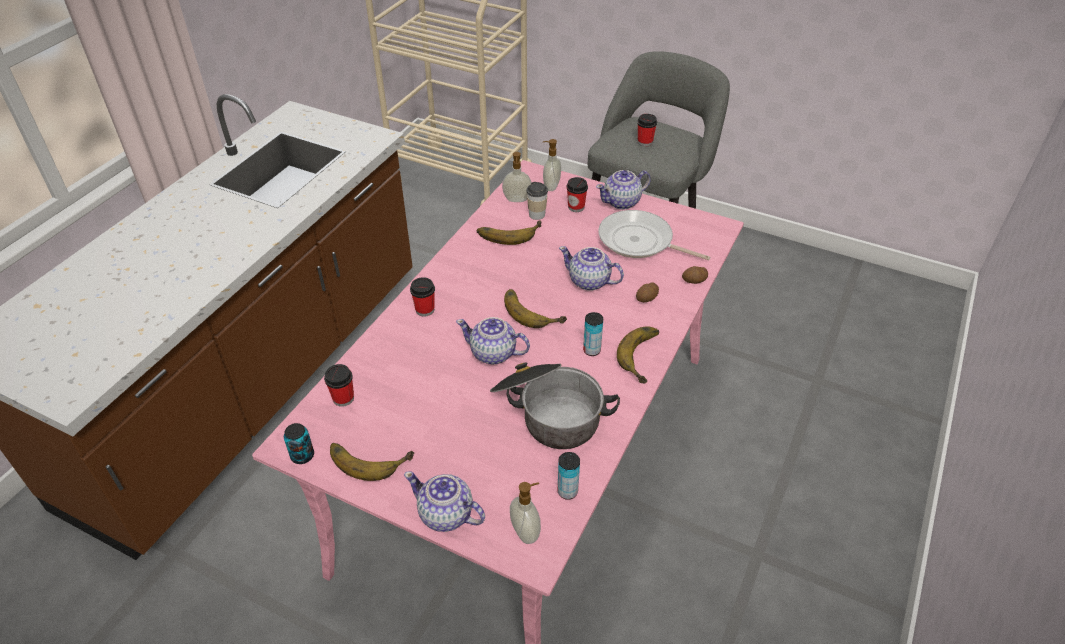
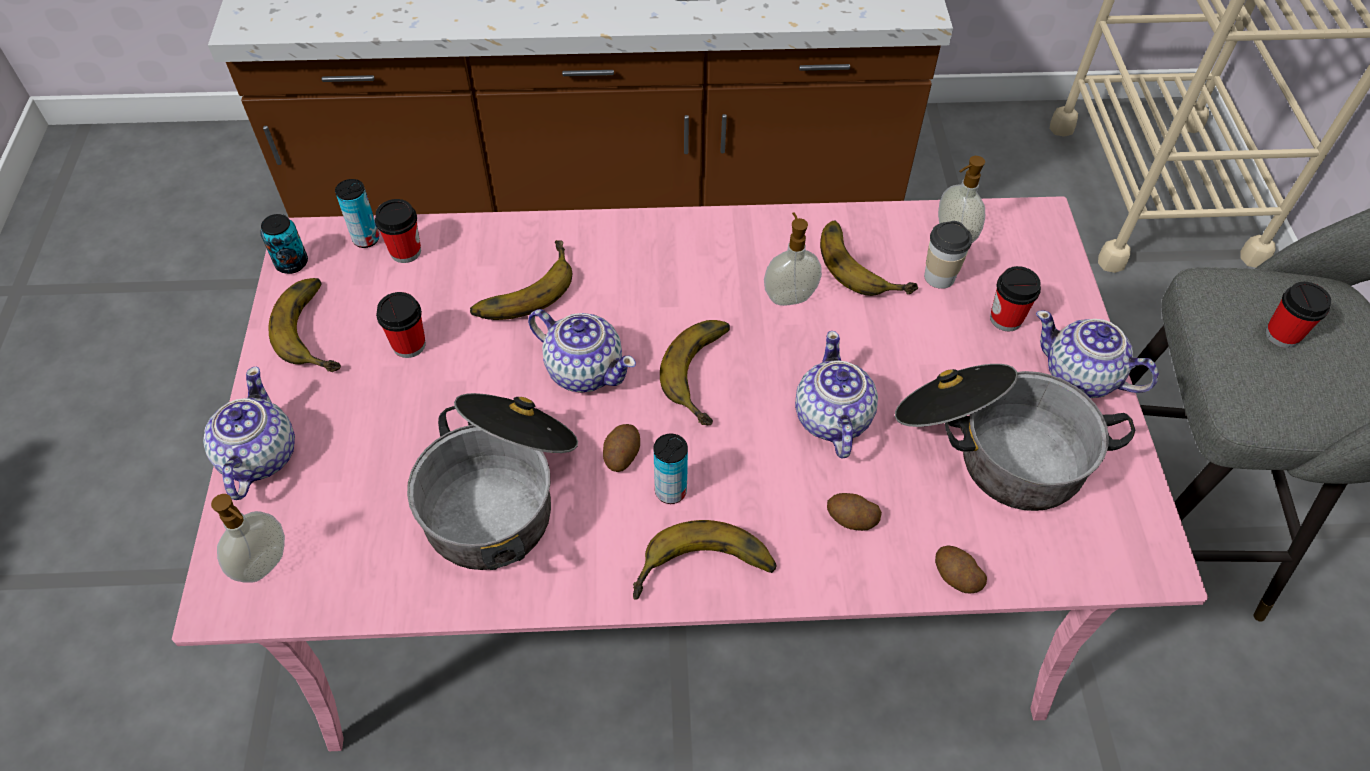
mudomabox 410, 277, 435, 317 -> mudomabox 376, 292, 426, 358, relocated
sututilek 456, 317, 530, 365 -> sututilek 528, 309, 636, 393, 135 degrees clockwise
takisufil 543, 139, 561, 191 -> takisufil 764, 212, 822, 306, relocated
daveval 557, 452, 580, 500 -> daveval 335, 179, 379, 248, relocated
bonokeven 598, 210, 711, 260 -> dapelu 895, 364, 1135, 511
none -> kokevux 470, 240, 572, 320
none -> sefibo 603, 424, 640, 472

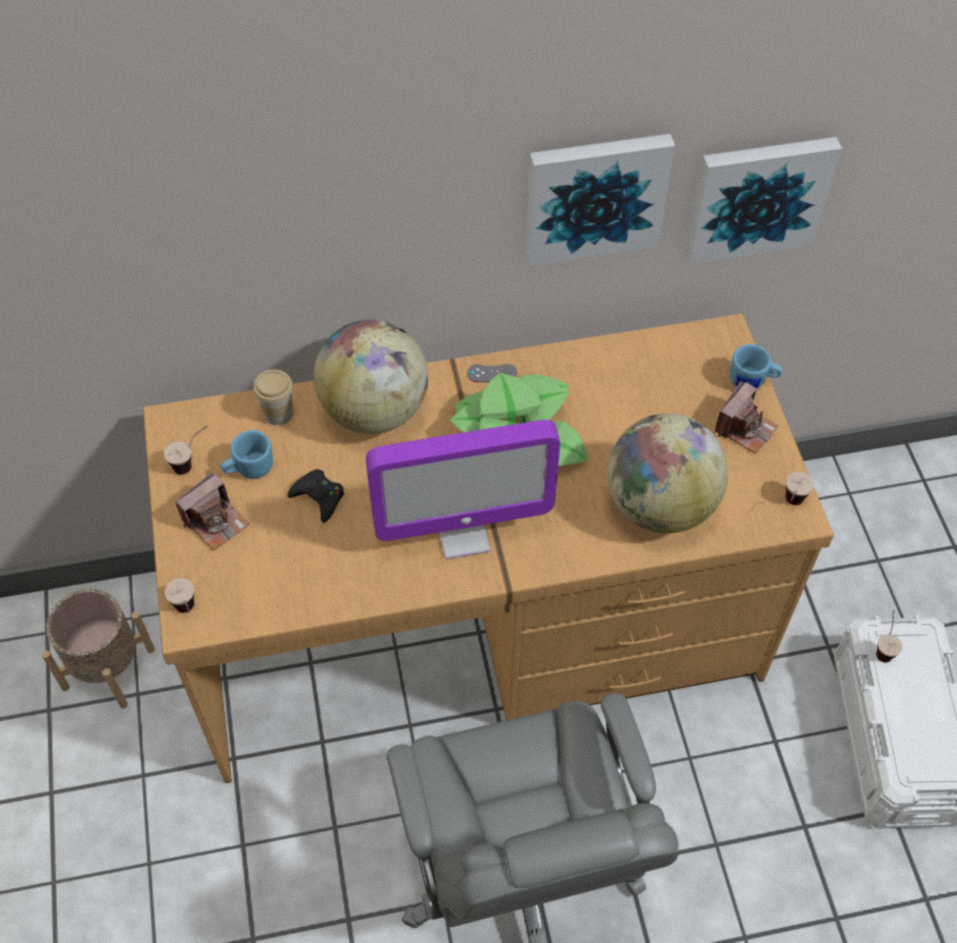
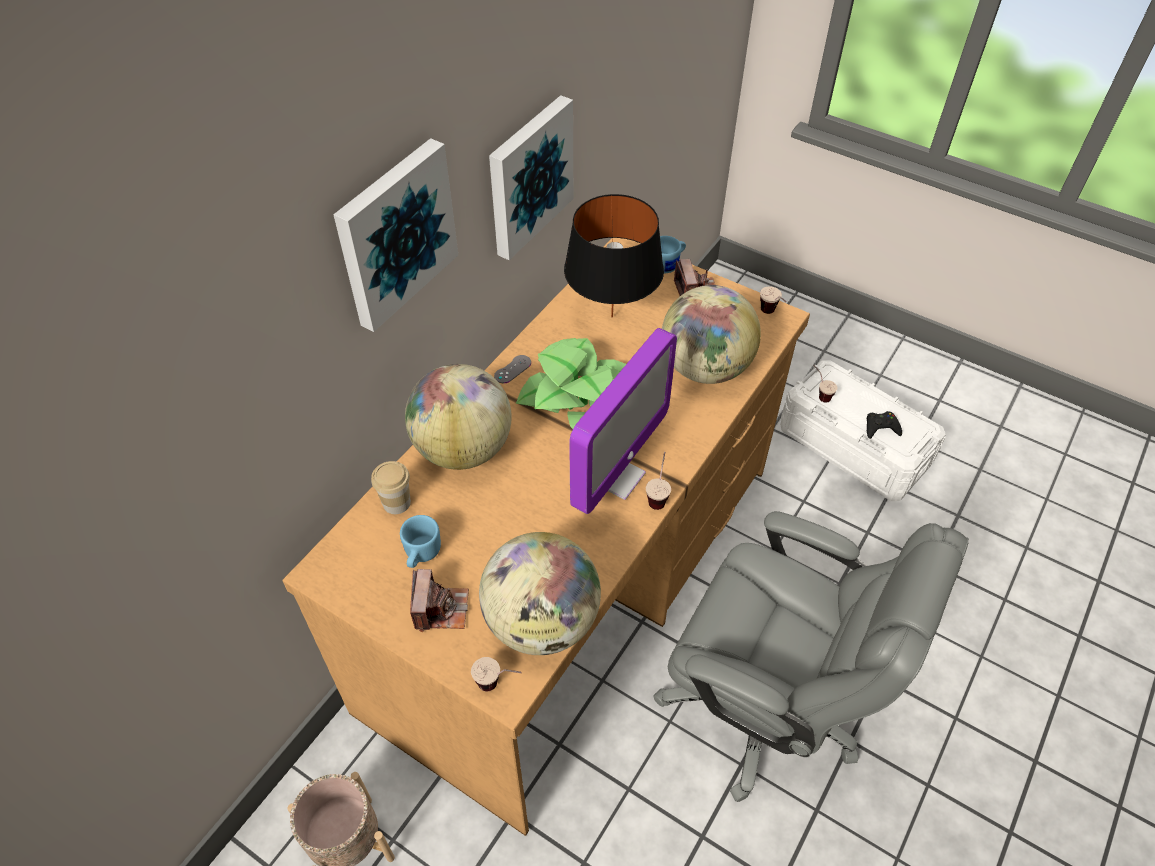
mudomabox 164, 426, 208, 475 -> mudomabox 646, 452, 671, 510, relocated
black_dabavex 288, 469, 344, 523 -> black_dabavex 867, 411, 902, 439, relocated
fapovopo 685, 137, 842, 264 -> fapovopo 333, 138, 458, 332, relocated
none -> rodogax 479, 532, 601, 655
none -> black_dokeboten 564, 194, 664, 318

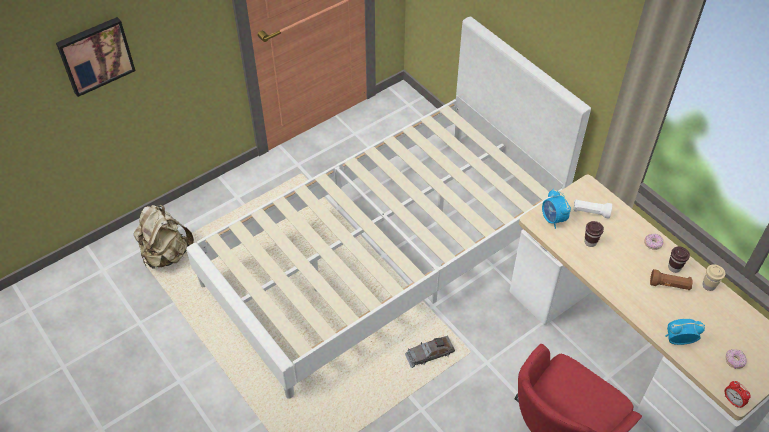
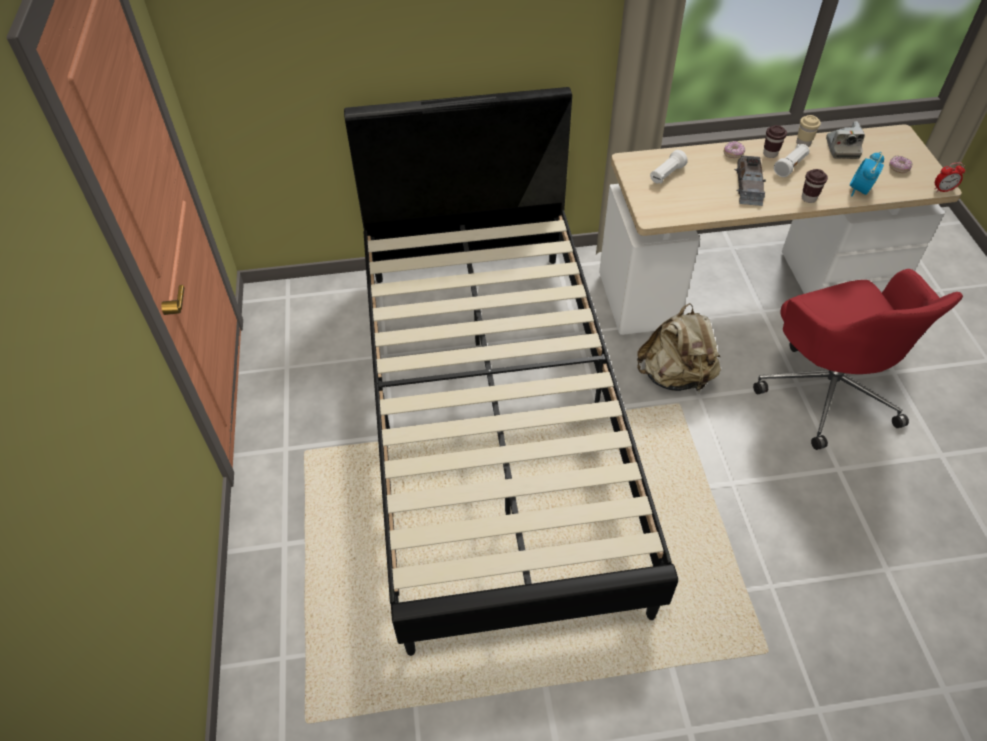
fapovopo 56, 17, 136, 97 -> none
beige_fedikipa 134, 205, 194, 269 -> beige_fedikipa 637, 303, 721, 393, relocated
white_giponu 186, 17, 591, 399 -> black_giponu 344, 87, 678, 656
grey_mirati 405, 335, 455, 368 -> grey_mirati 734, 156, 766, 206, relocated
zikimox 542, 189, 571, 229 -> none
brown_mudomabox 584, 221, 604, 247 -> brown_mudomabox 802, 169, 828, 203, relocated
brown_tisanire 650, 269, 693, 290 -> white_tisanire 774, 144, 809, 177
none -> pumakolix 826, 121, 865, 159

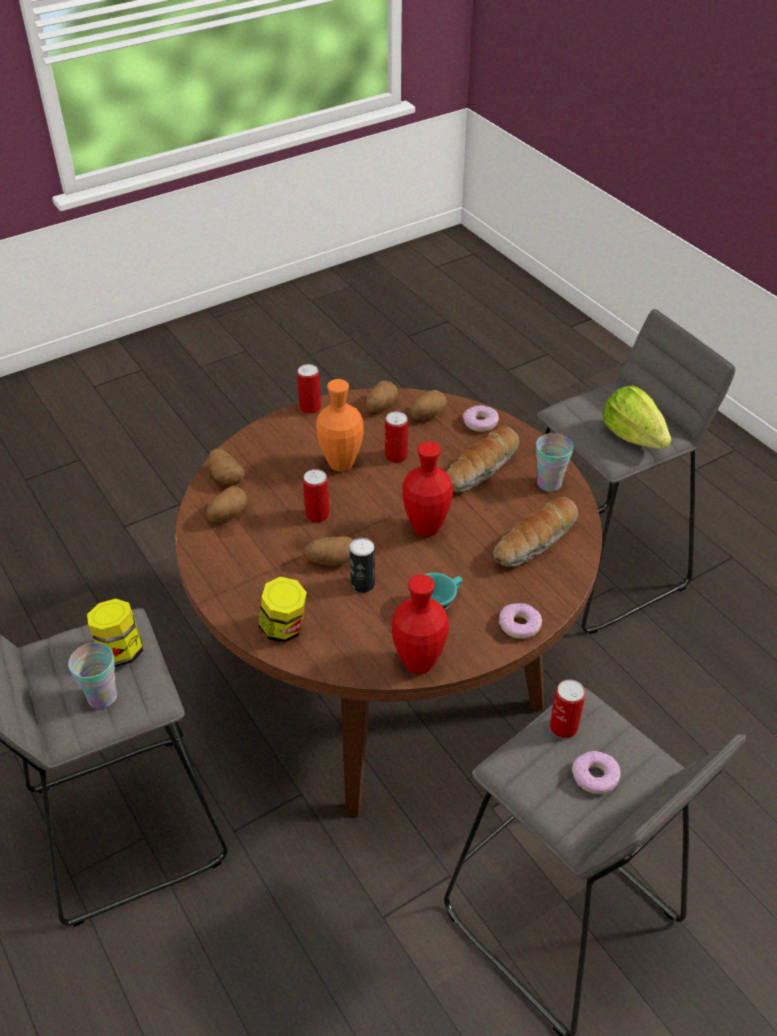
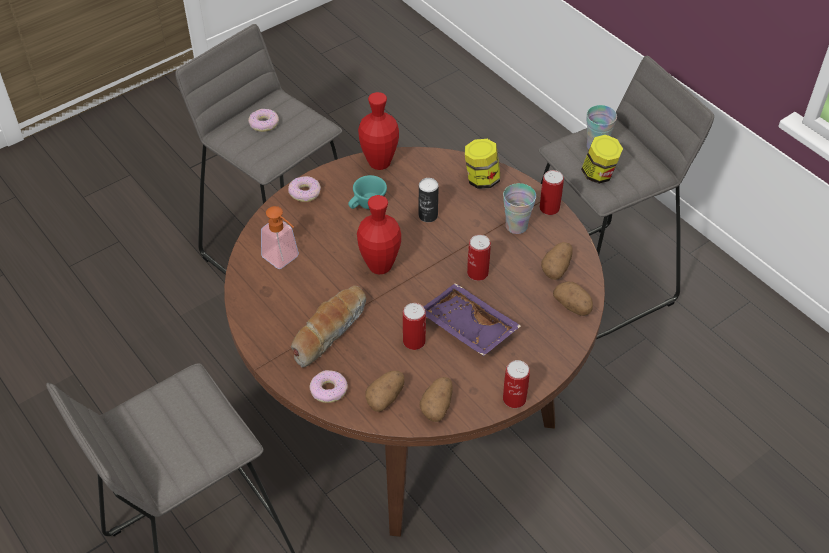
sefibo 305, 536, 353, 565 -> none
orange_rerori 316, 379, 363, 472 -> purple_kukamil 423, 283, 521, 356
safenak 493, 497, 578, 567 -> takisufil 261, 206, 299, 269
mudomabox 536, 433, 574, 492 -> mudomabox 503, 183, 536, 234, relocated
daveval 550, 680, 585, 738 -> daveval 539, 170, 564, 215, relocated
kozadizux 603, 385, 672, 449 -> none

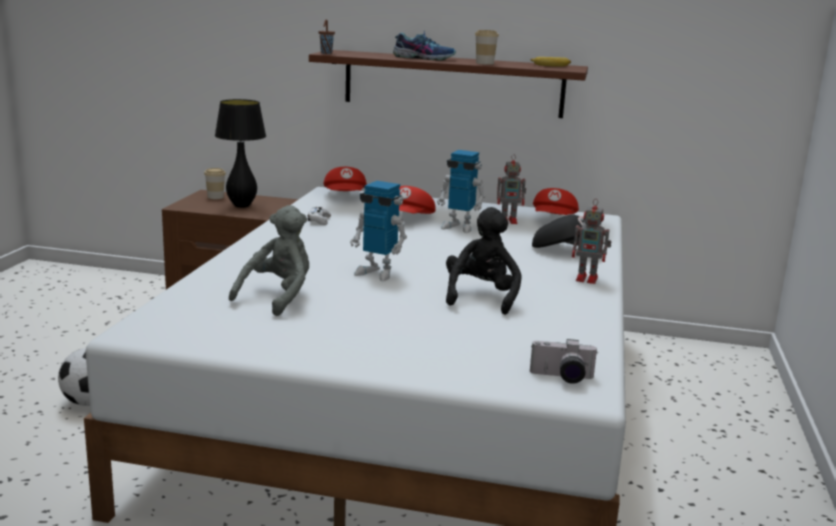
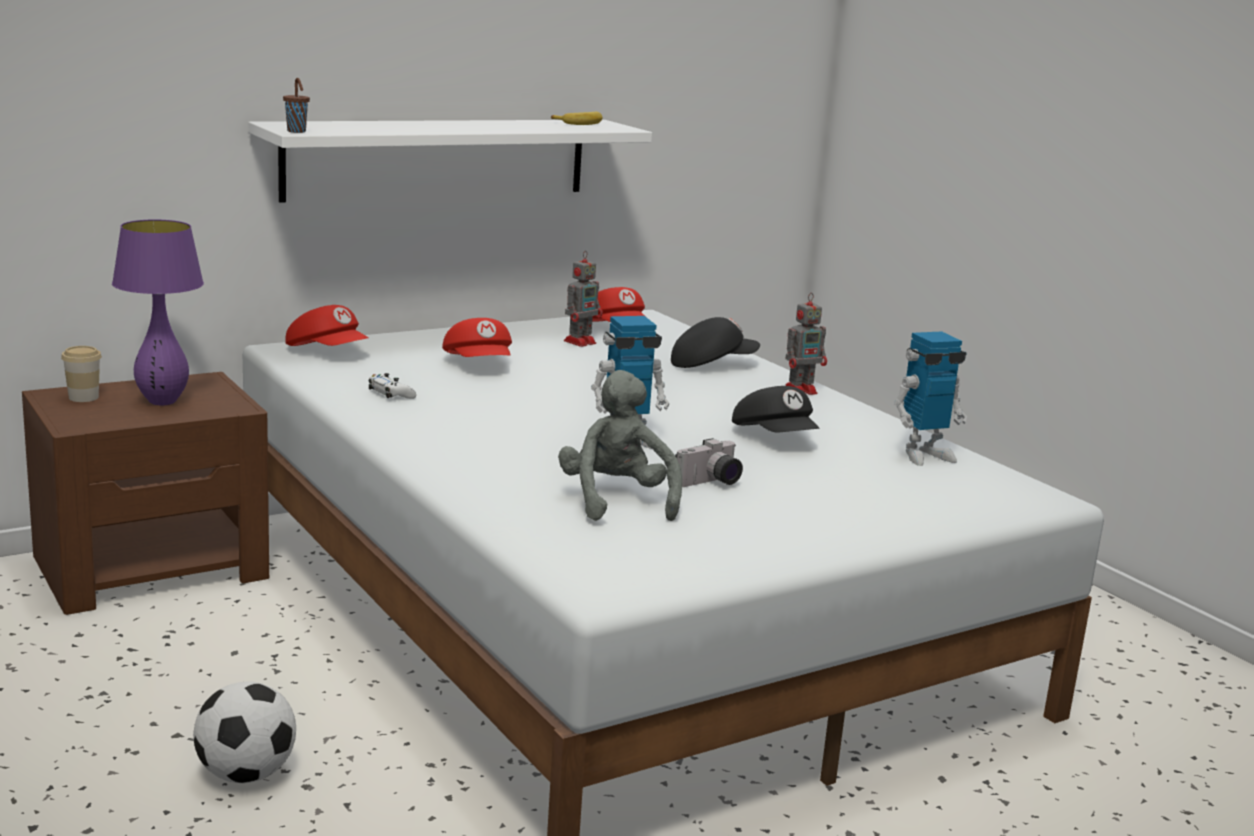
black_dokeboten 215, 99, 266, 208 -> purple_dokeboten 112, 219, 204, 405
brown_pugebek 309, 50, 588, 118 -> white_pugebek 248, 120, 652, 203
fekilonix 393, 30, 456, 61 -> none
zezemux 437, 150, 486, 233 -> zezemux 894, 331, 967, 466, relocated
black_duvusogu 446, 207, 521, 315 -> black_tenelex 732, 386, 820, 432
mudomabox 475, 30, 499, 65 -> none
pumakolix 530, 339, 598, 384 -> pumakolix 675, 438, 743, 487, relocated

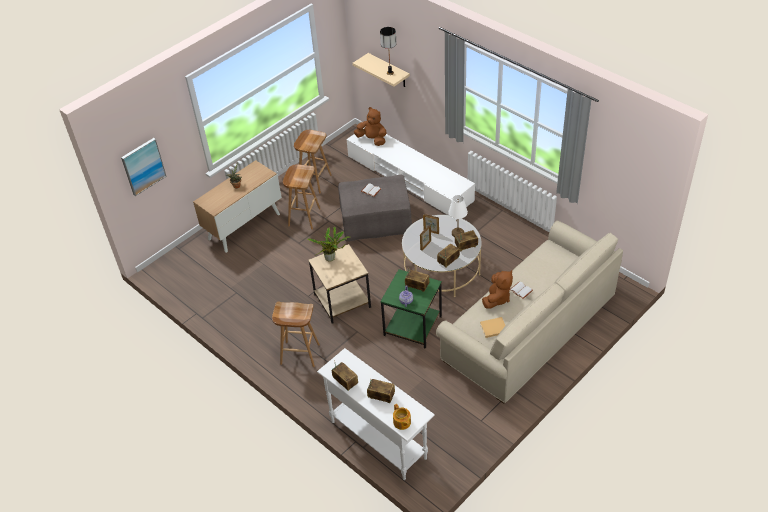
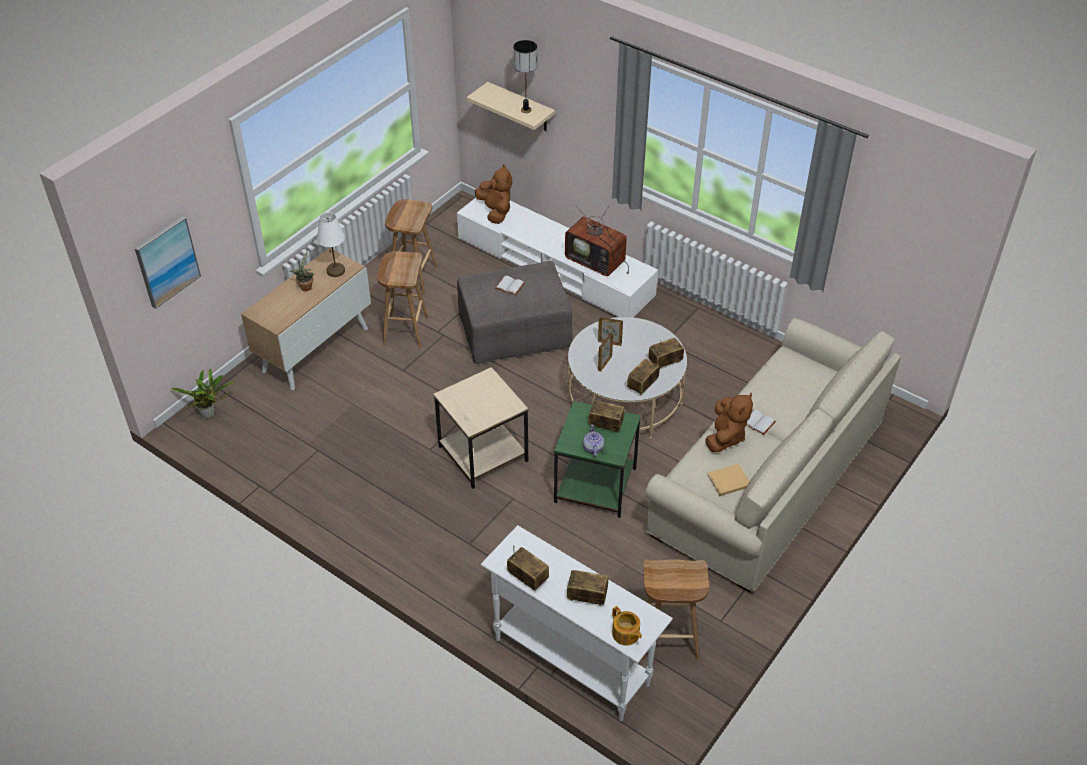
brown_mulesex 272, 301, 320, 367 -> brown_mulesex 642, 559, 709, 660, relocated
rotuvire 307, 227, 350, 262 -> rotuvire 171, 369, 235, 419, relocated
brown_duvusogu 354, 107, 386, 146 -> brown_duvusogu 475, 164, 512, 224, 45 degrees clockwise
white_dokeboten 449, 195, 468, 237 -> white_dokeboten 317, 212, 345, 277, relocated
none -> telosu 565, 205, 629, 276

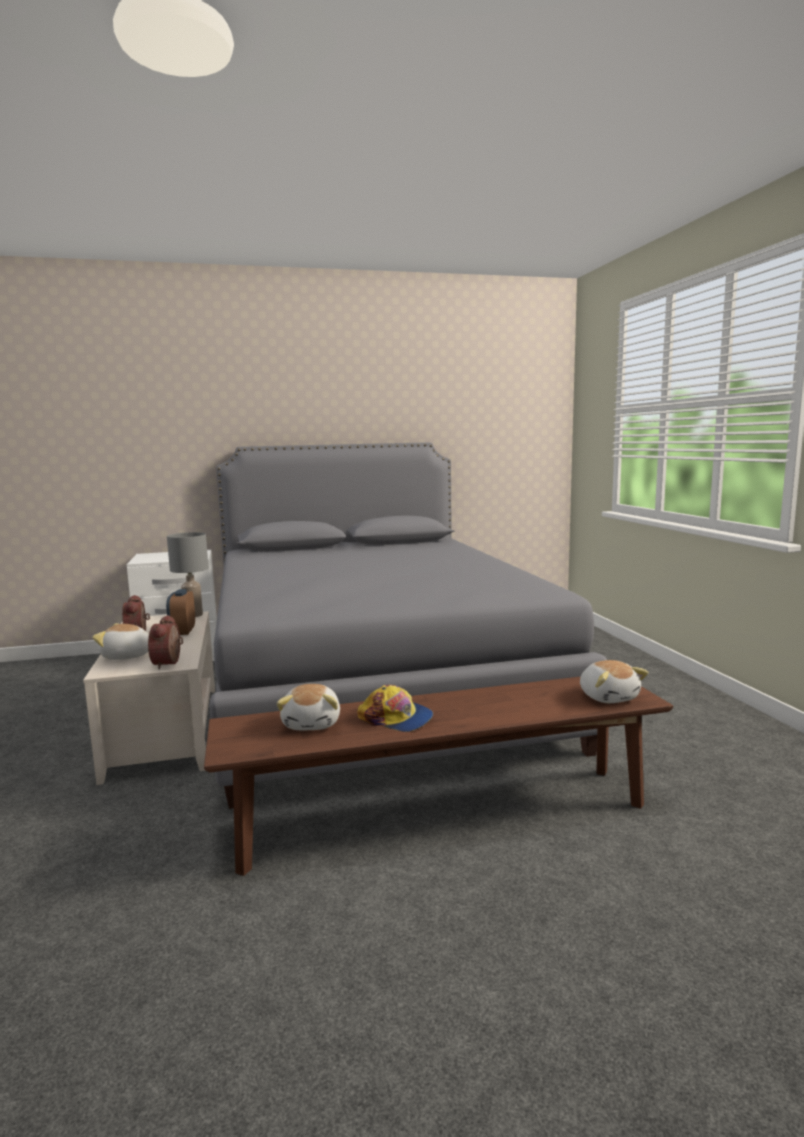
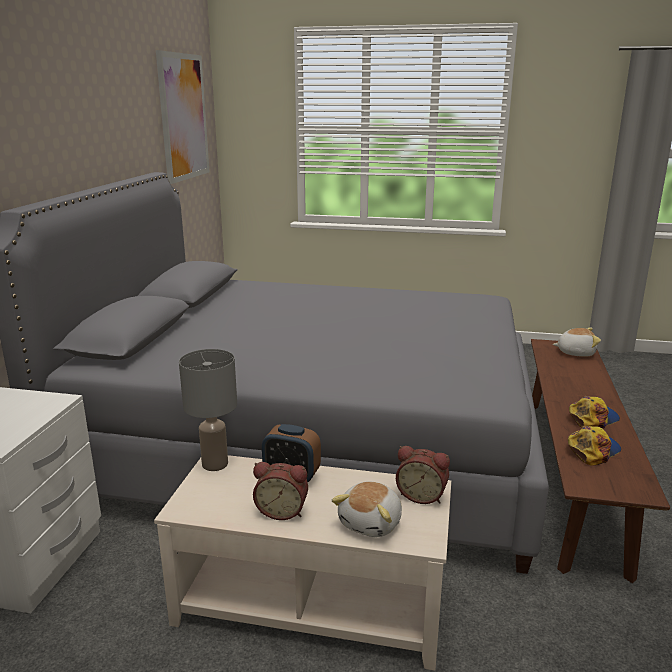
duvusogu 276, 684, 340, 730 -> tenelex 568, 426, 621, 466
none -> fapovopo 156, 50, 210, 184

